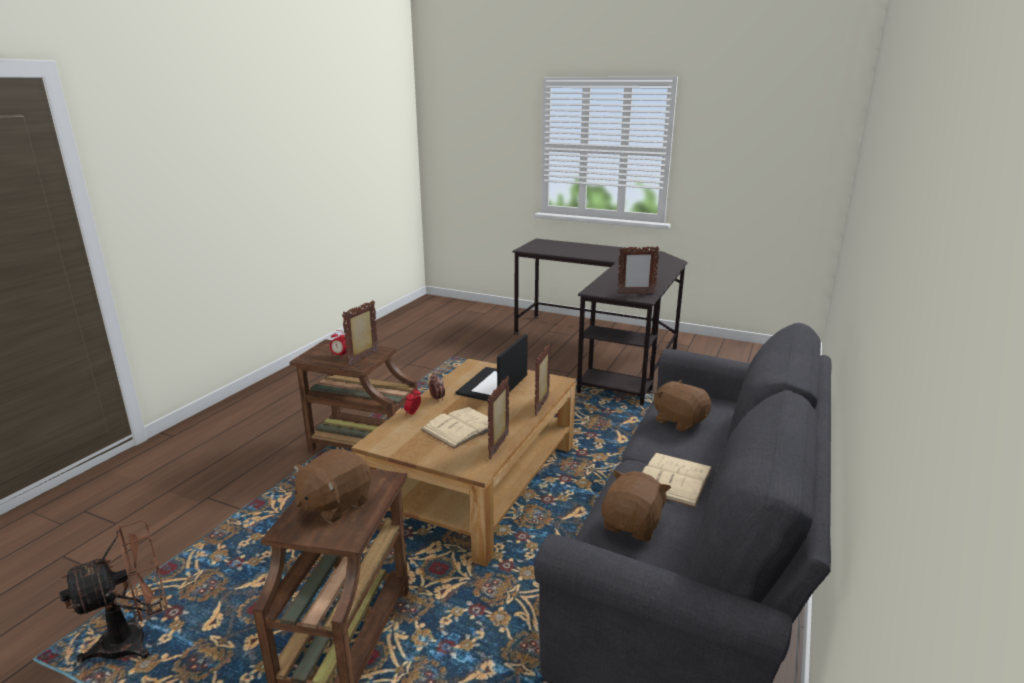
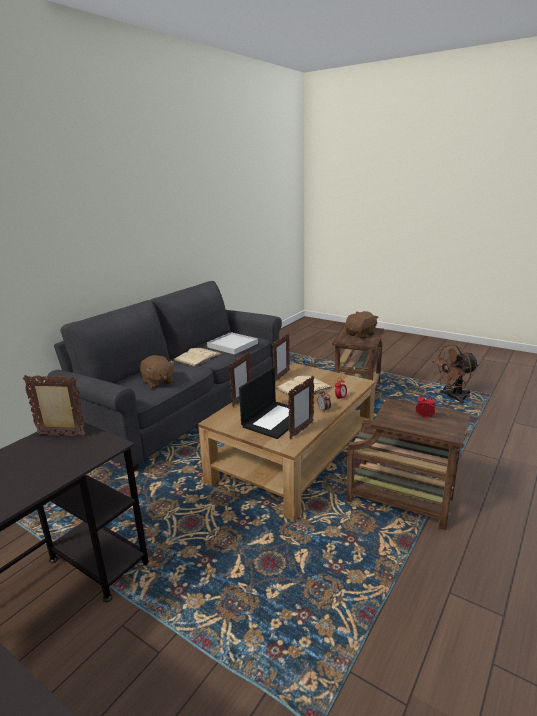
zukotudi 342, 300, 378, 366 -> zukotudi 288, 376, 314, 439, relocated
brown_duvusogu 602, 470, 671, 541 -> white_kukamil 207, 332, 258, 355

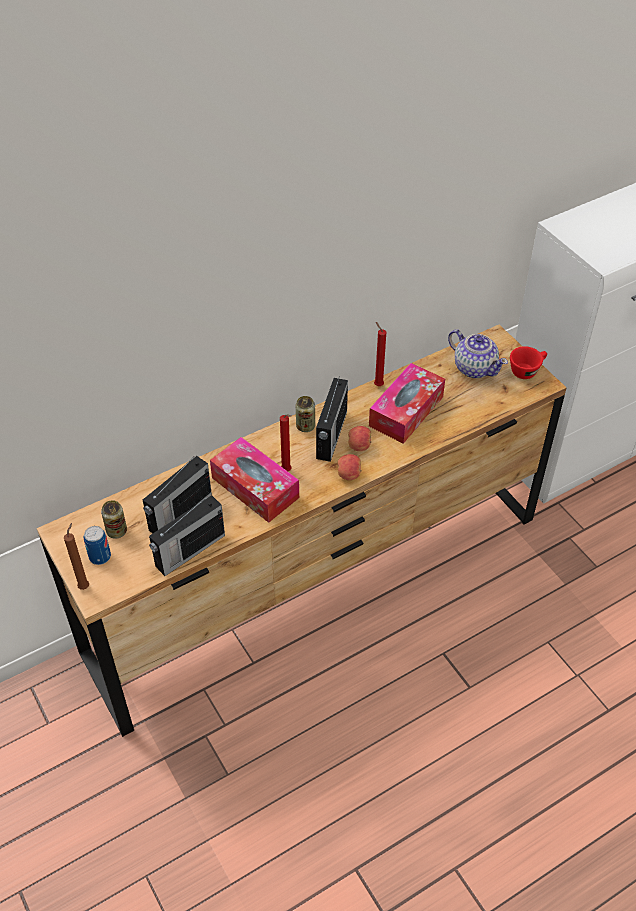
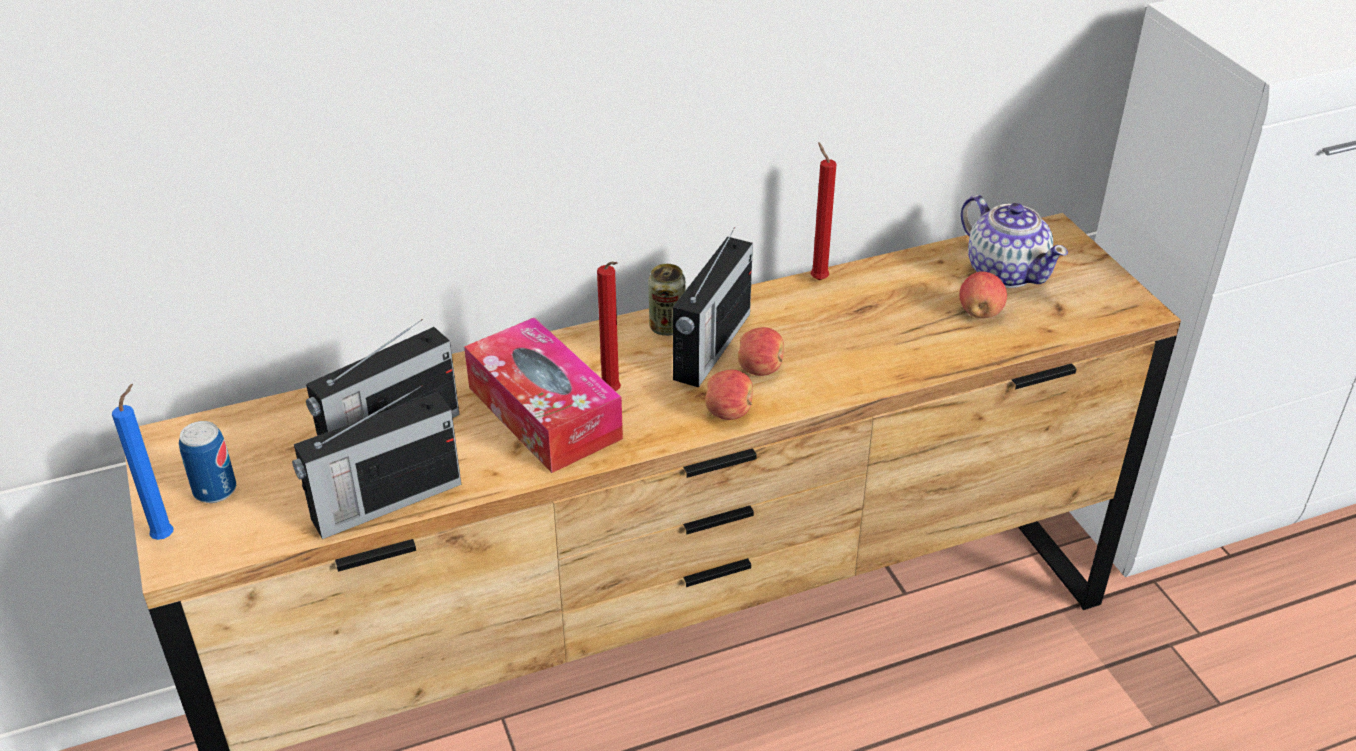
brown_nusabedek 64, 523, 89, 590 -> blue_nusabedek 112, 384, 174, 540
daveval 101, 500, 127, 539 -> none
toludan 369, 363, 445, 444 -> none
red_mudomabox 510, 346, 547, 379 -> none
none -> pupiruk 959, 271, 1007, 318

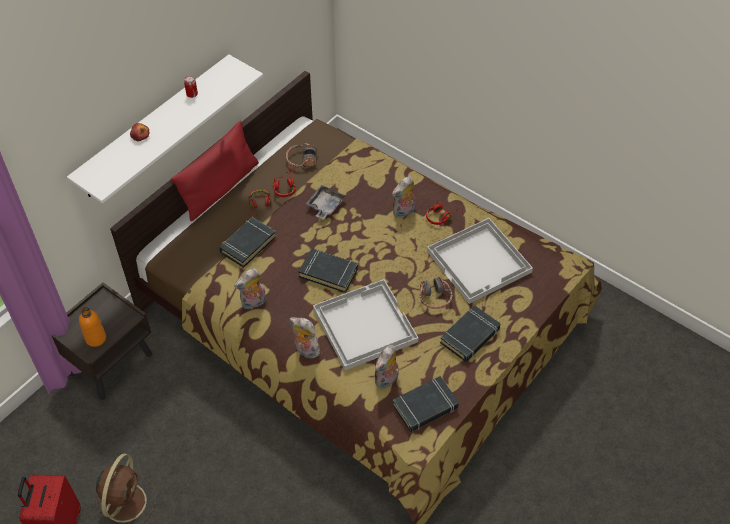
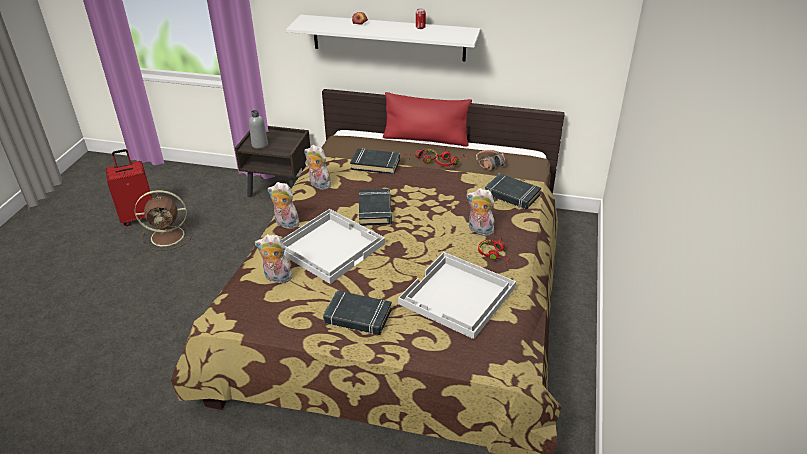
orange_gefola 79, 307, 106, 347 -> grey_gefola 249, 110, 268, 149
duvusogu 290, 317, 320, 358 -> duvusogu 268, 182, 300, 229, 75 degrees counterclockwise
grey_kukamil 306, 185, 345, 220 -> none
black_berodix 392, 376, 459, 432 -> black_berodix 485, 173, 541, 209, relocated
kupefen 420, 277, 453, 309 -> none

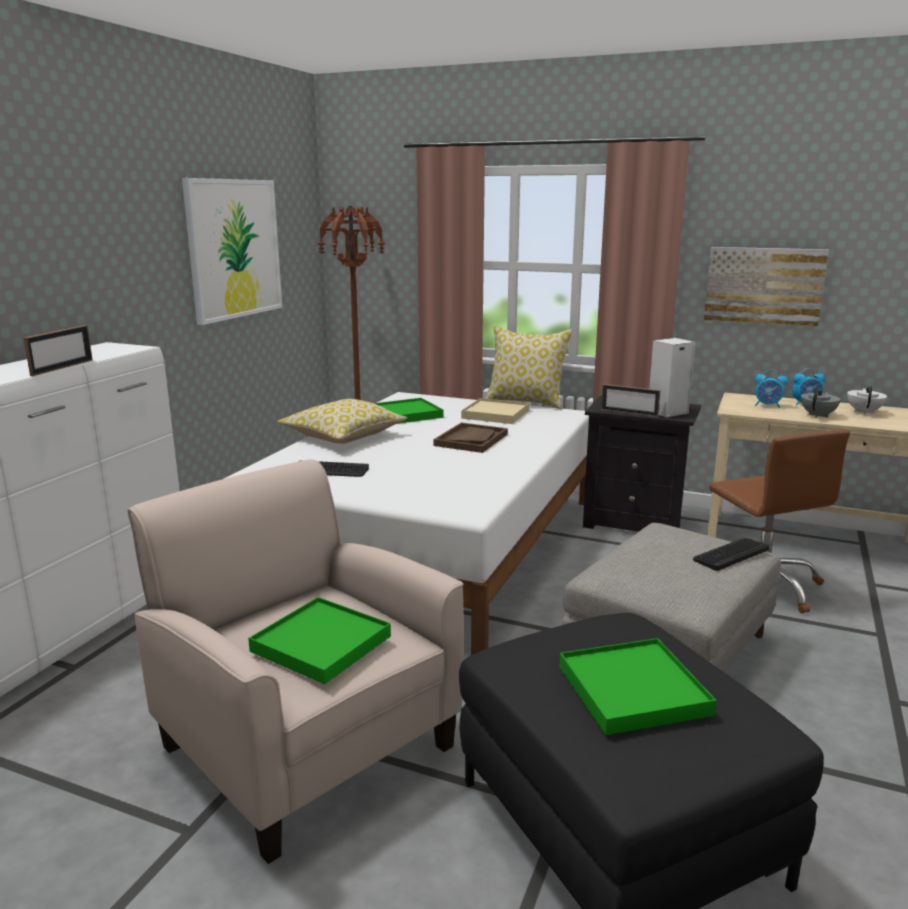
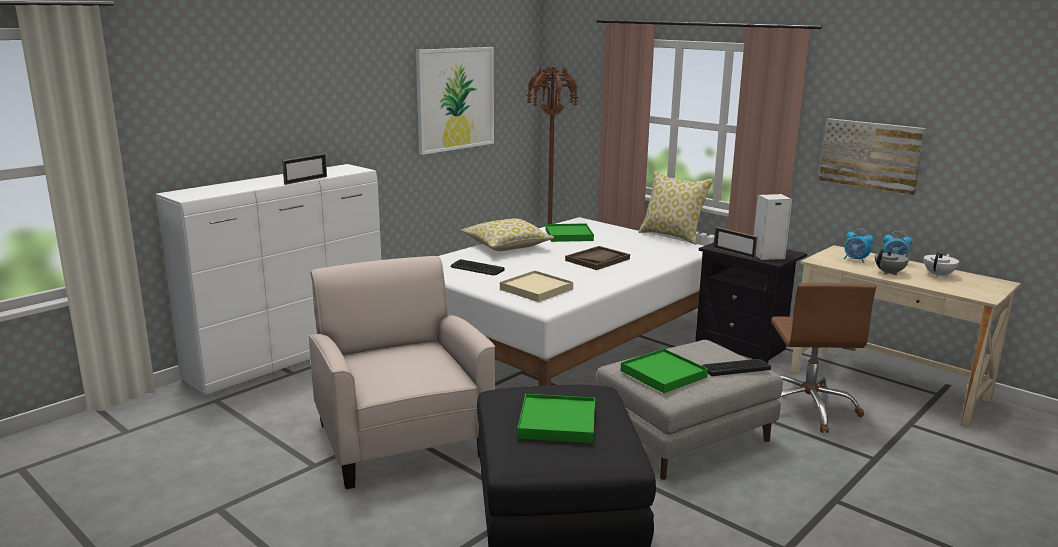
green_kukamil 248, 597, 391, 684 -> green_kukamil 621, 349, 708, 393, relocated
beige_kukamil 461, 398, 529, 424 -> beige_kukamil 500, 271, 573, 302, relocated

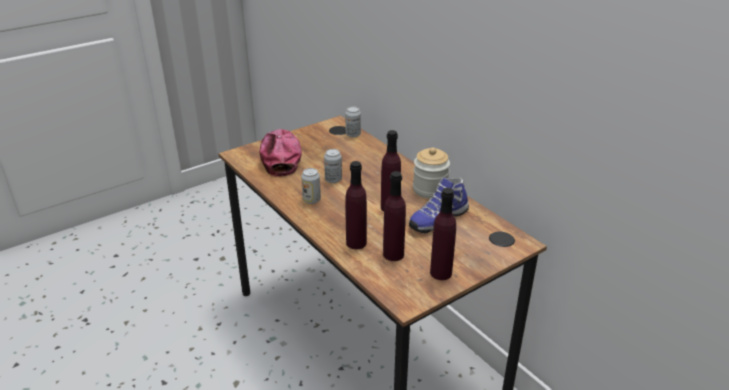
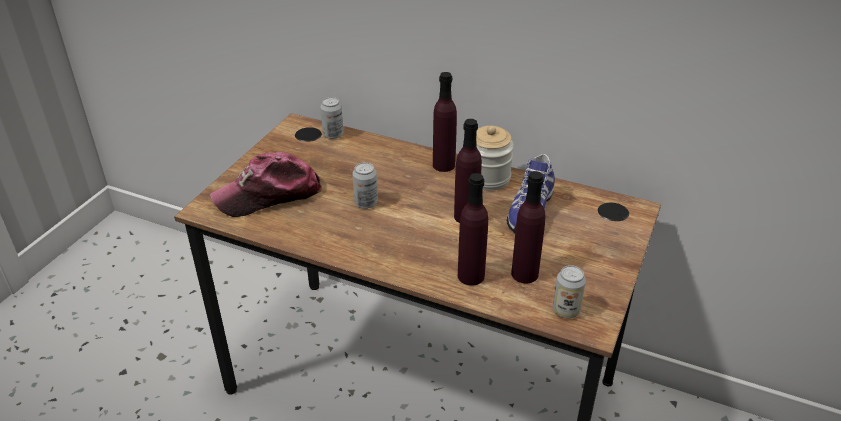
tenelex 259, 129, 302, 177 -> tenelex 210, 152, 322, 217, 75 degrees counterclockwise
daveval 301, 168, 321, 204 -> daveval 553, 265, 586, 318, relocated
purple_gefola 430, 188, 456, 280 -> purple_gefola 433, 72, 457, 172, relocated

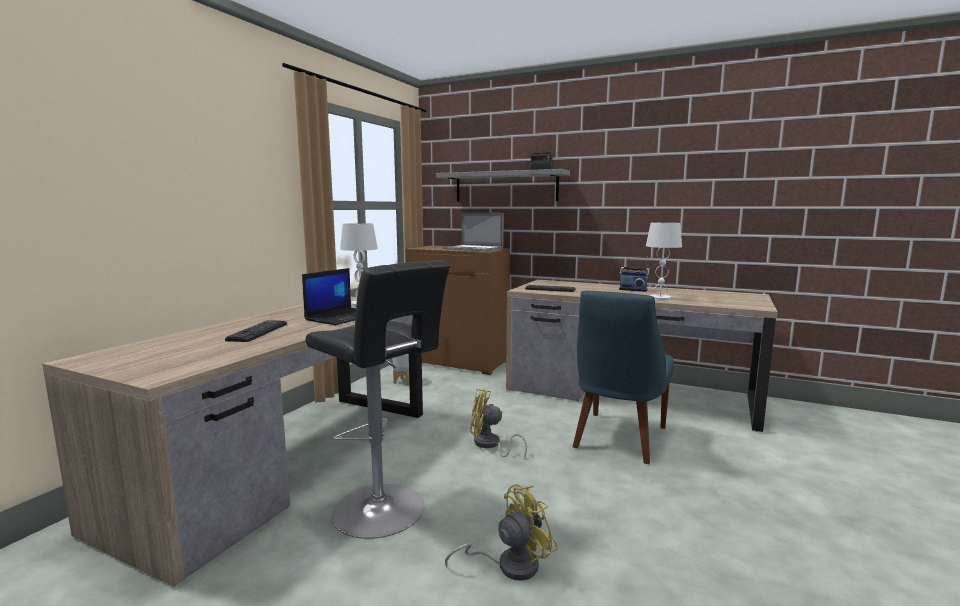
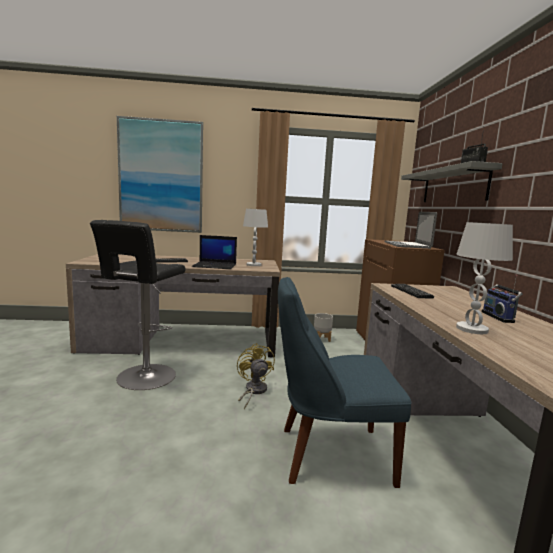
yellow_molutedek 445, 484, 558, 581 -> none
none -> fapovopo 117, 116, 203, 233

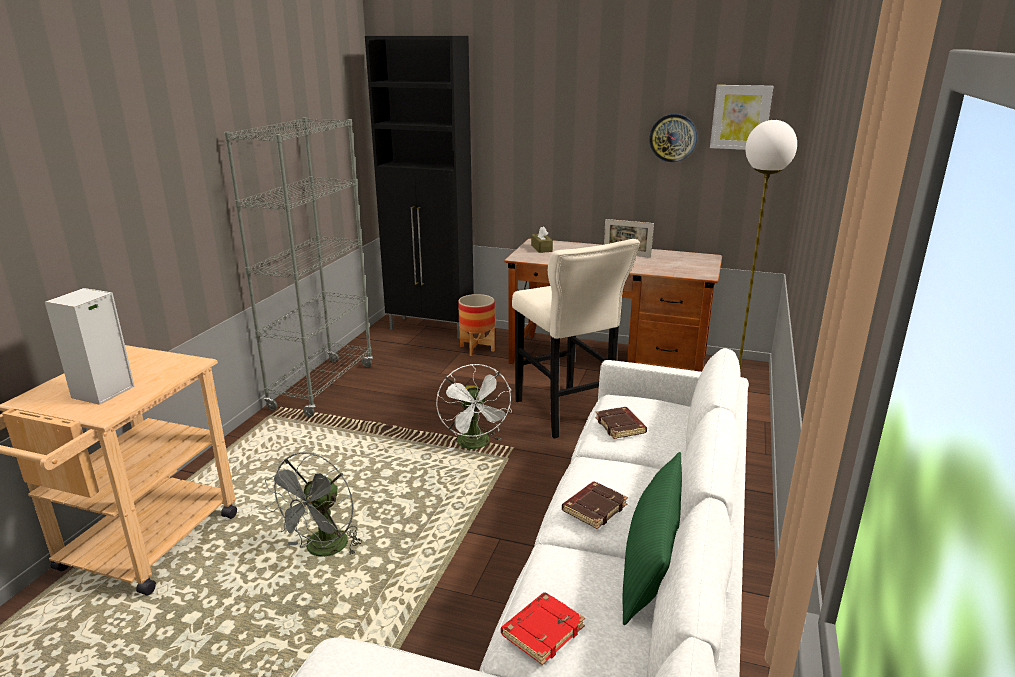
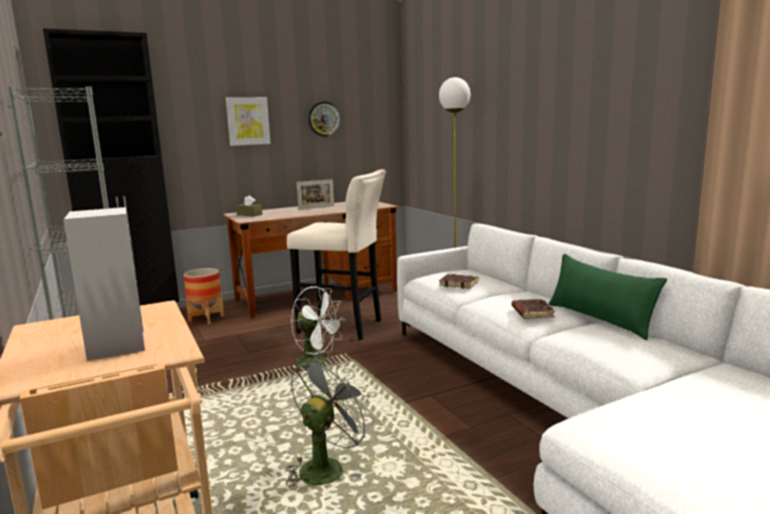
grey_molutedek 265, 452, 362, 557 -> grey_molutedek 286, 356, 375, 487, 120 degrees counterclockwise
red_berodix 501, 592, 585, 665 -> none
fapovopo 710, 85, 773, 150 -> fapovopo 226, 97, 271, 146, relocated

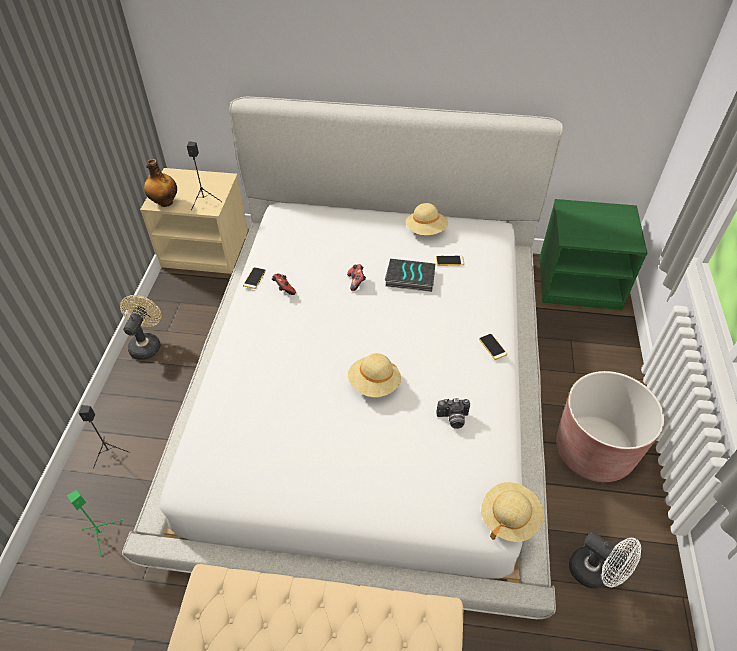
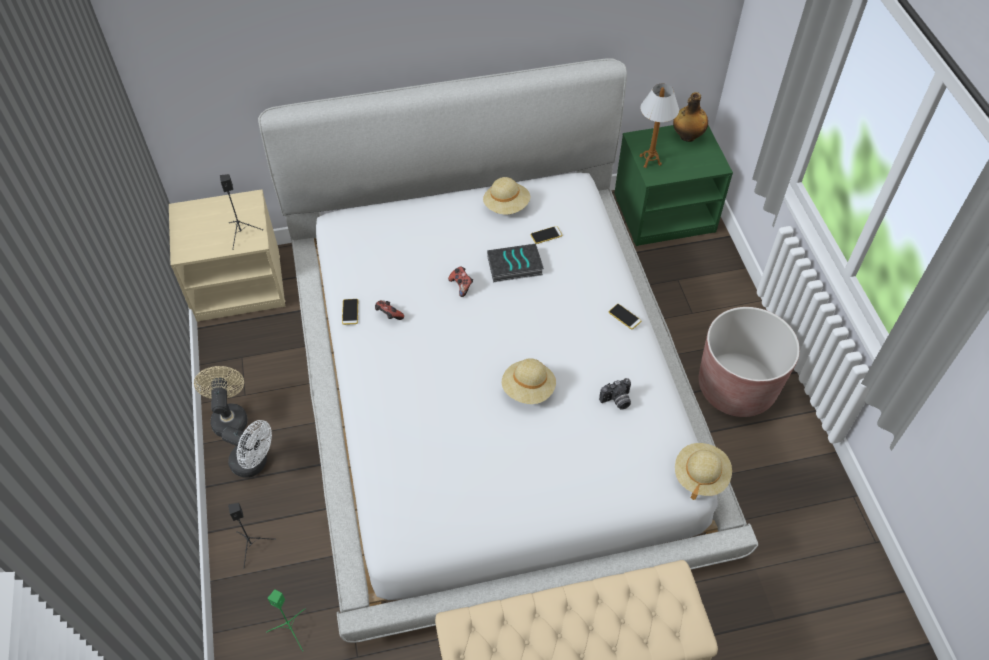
gefola 144, 159, 177, 207 -> gefola 673, 92, 708, 142, relocated
white_molutedek 569, 532, 641, 589 -> white_molutedek 222, 420, 272, 478, relocated
none -> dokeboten 639, 84, 679, 168

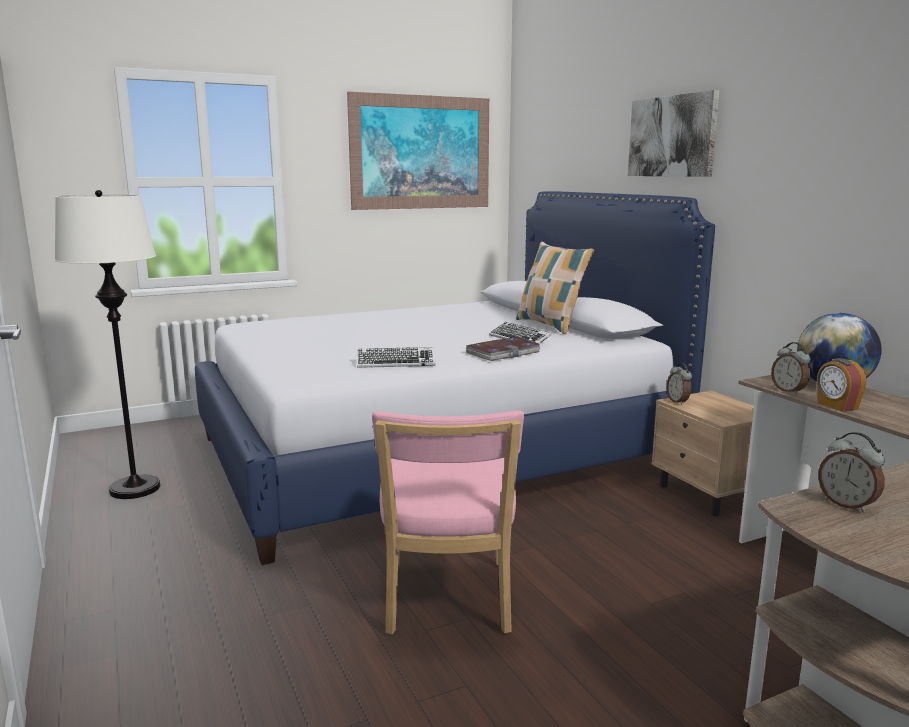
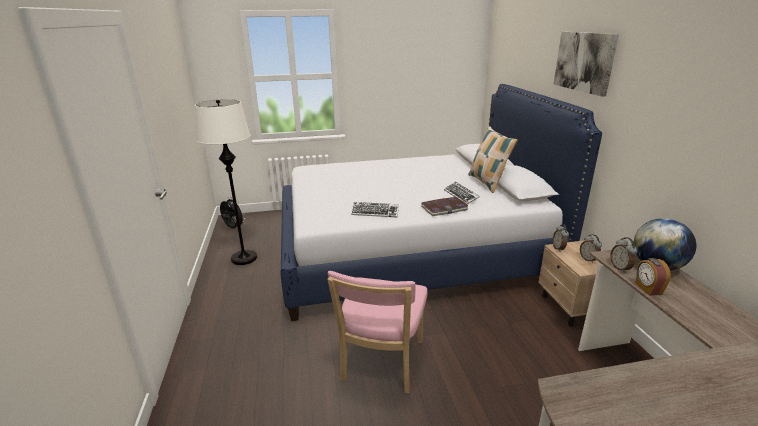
fapovopo 347, 92, 489, 210 -> none
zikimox 818, 432, 885, 513 -> zikimox 580, 234, 602, 263, relocated
none -> black_molutedek 220, 197, 245, 228

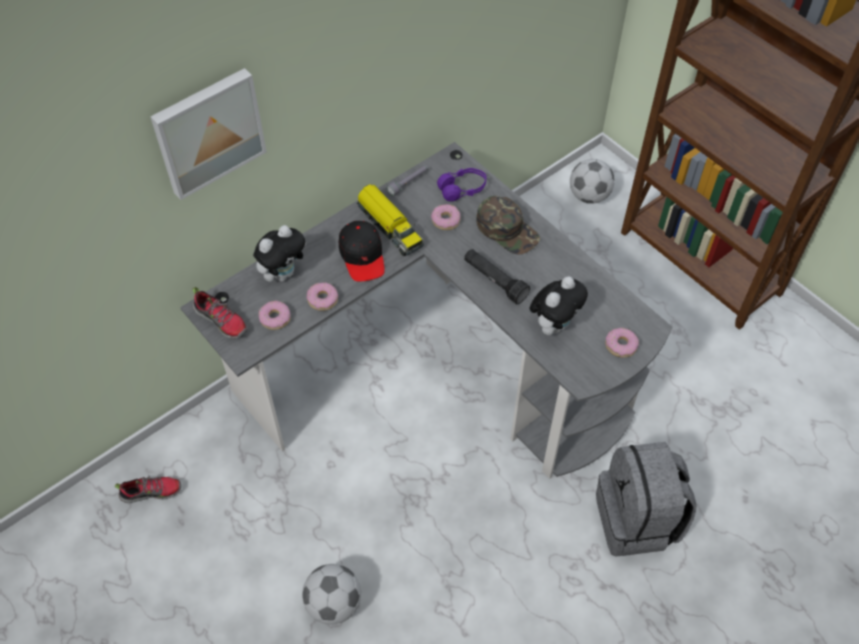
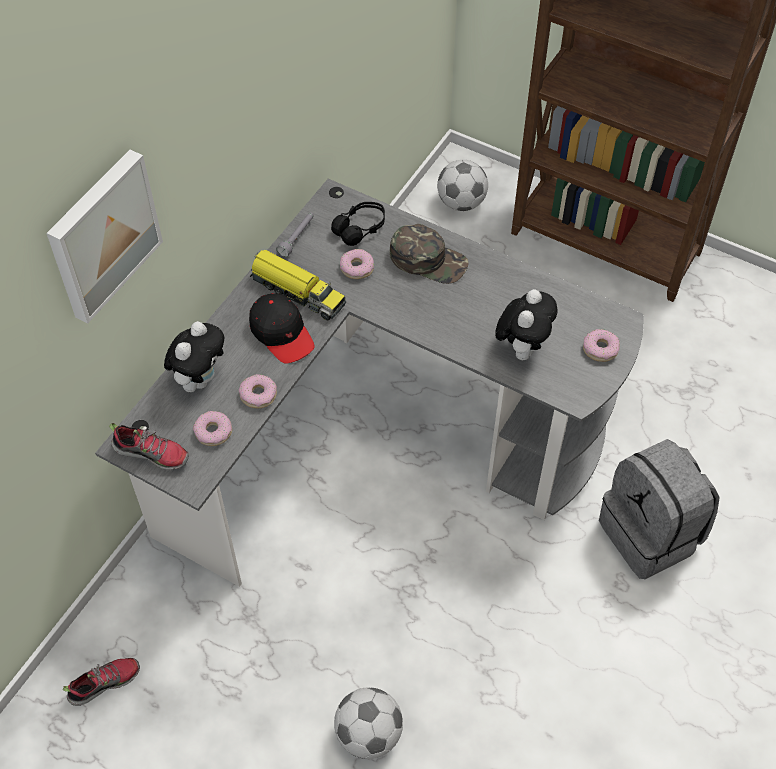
purple_kupefen 437, 168, 486, 202 -> black_kupefen 331, 202, 385, 246
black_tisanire 464, 249, 530, 304 -> none

